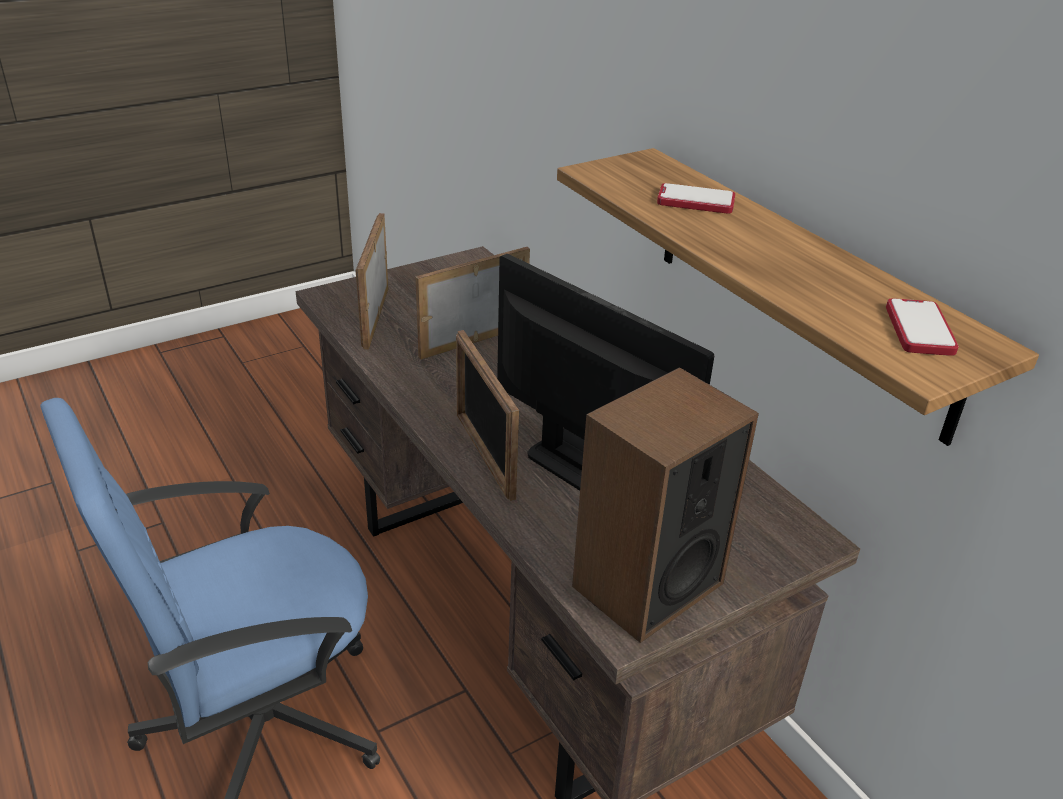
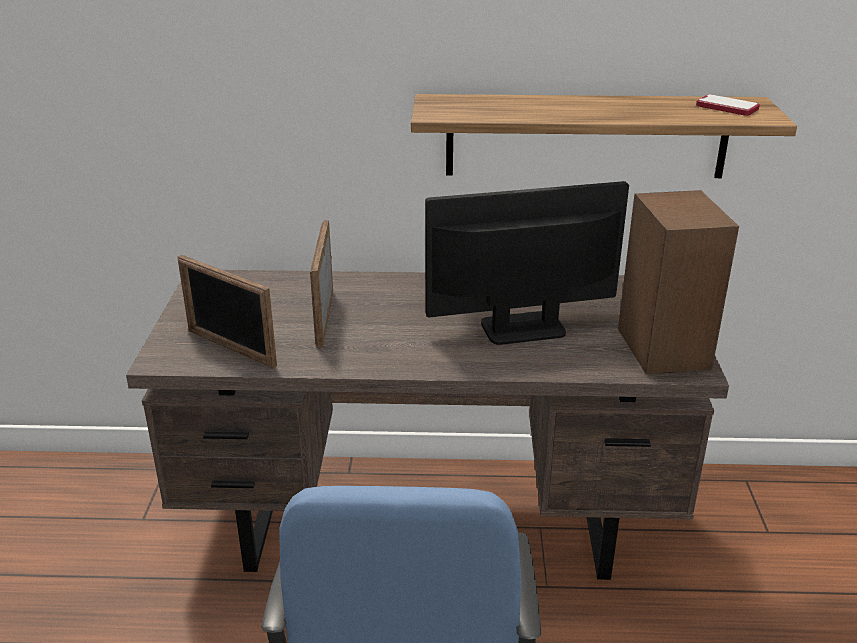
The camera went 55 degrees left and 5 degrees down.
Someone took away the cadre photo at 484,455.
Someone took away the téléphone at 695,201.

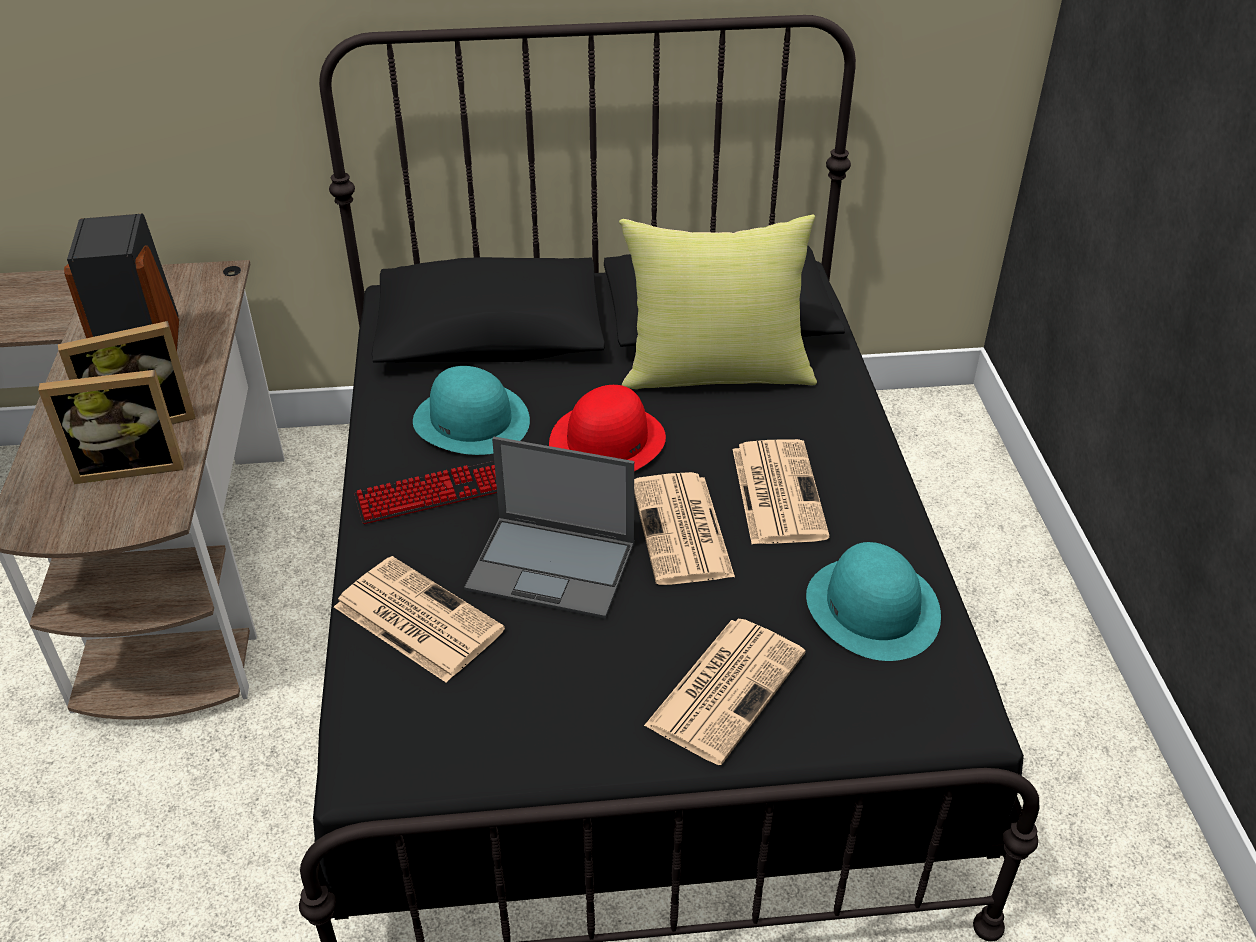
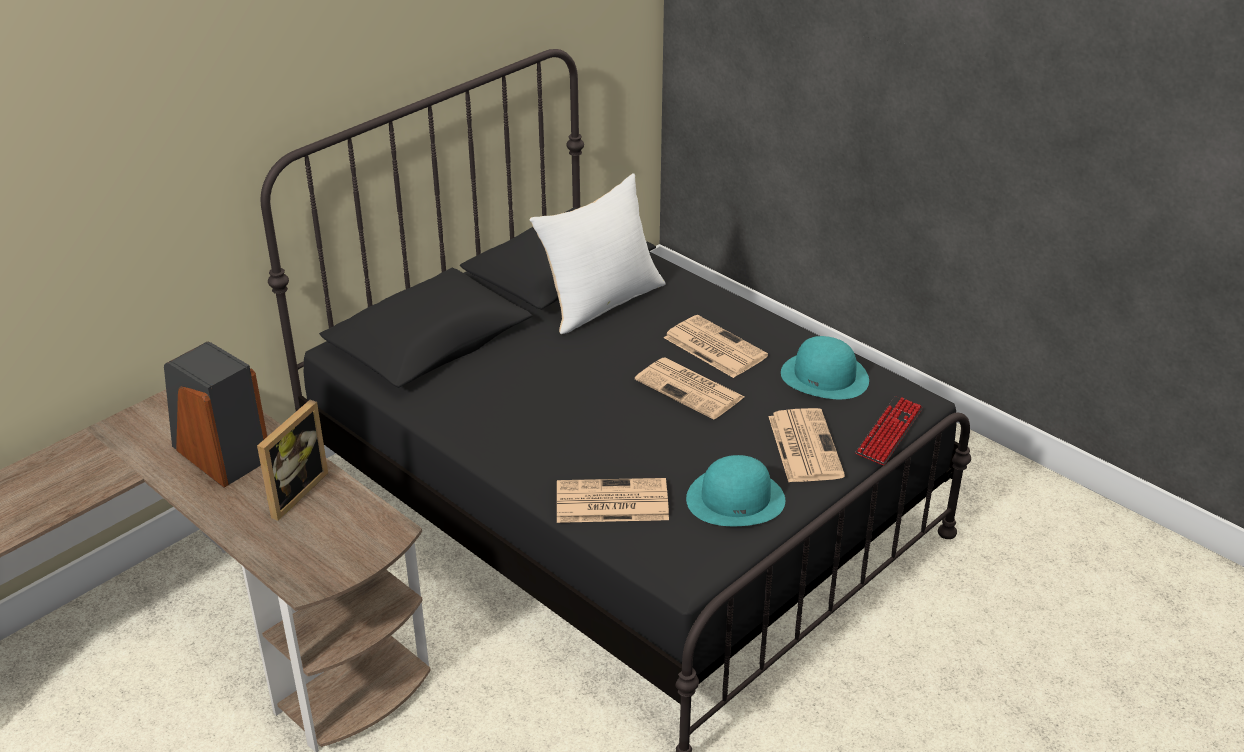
The camera went 40 degrees left and 5 degrees down.
Someone took away the cadre photo at 130,465.
Someone took away the ordinateur portable at 553,566.
Someone took away the chapeau/rouge at 607,441.
Someone carried the clavier from 431,494 to 889,432.
Someone carried the chapeau/turquoise from 472,420 to 736,498.
Someone repainted the coussin/jaune at 716,371, which became the coussin/blanc at 601,302.

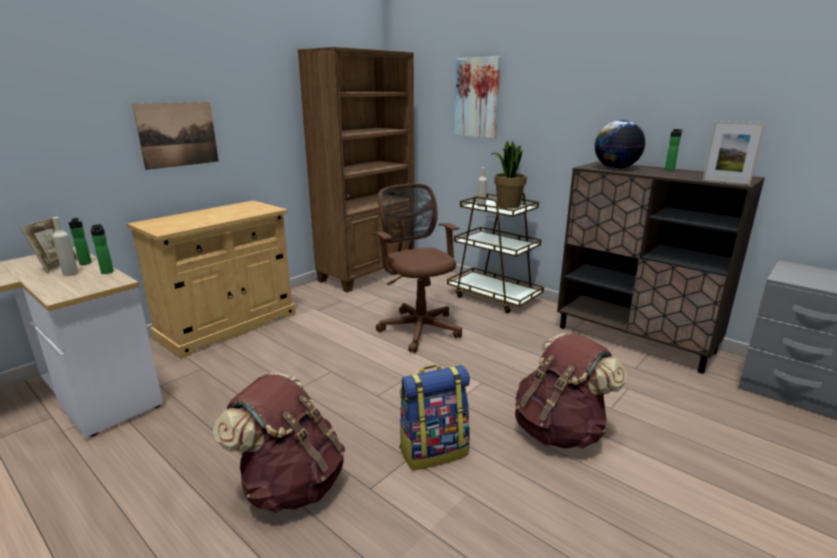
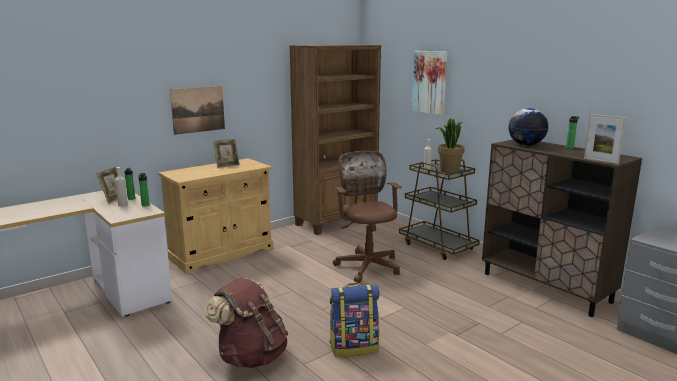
The camera went 10 degrees right and 5 degrees down.
Someone took away the sac à dos/marron at 559,430.
Someone put down the cadre photo at 227,166.

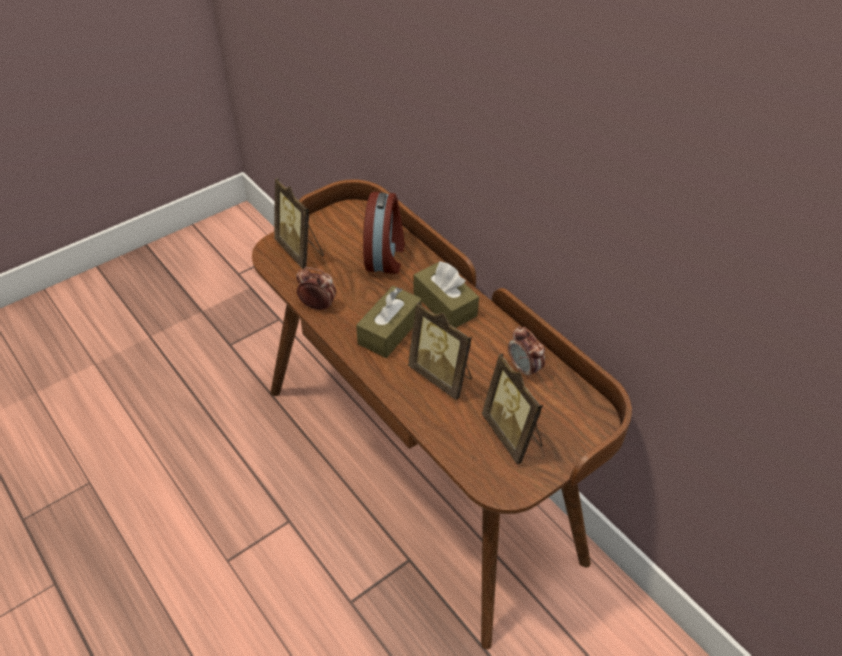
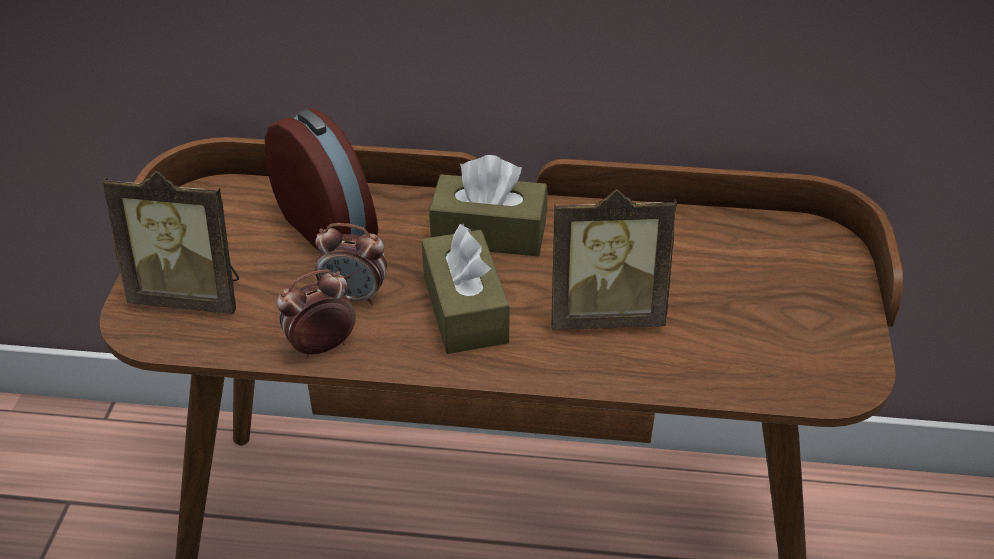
The camera went 45 degrees left and 5 degrees down.
Someone took away the cadre photo at 513,434.
Someone carried the réveil from 524,369 to 355,296.

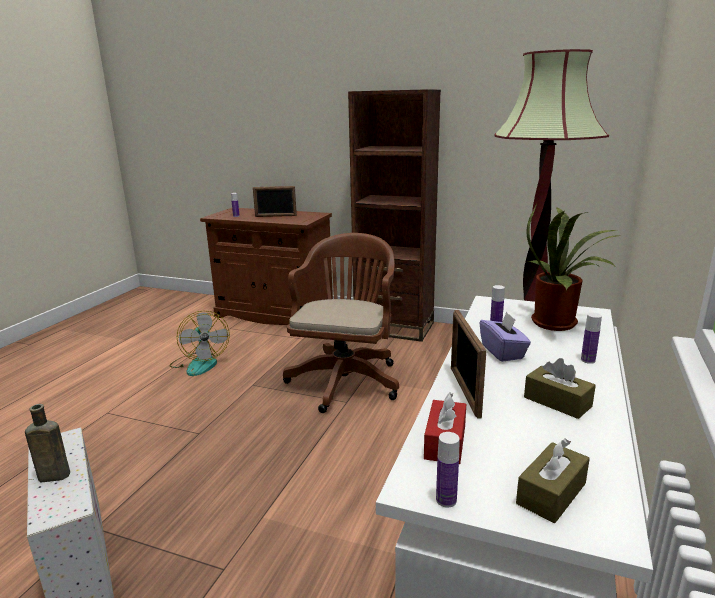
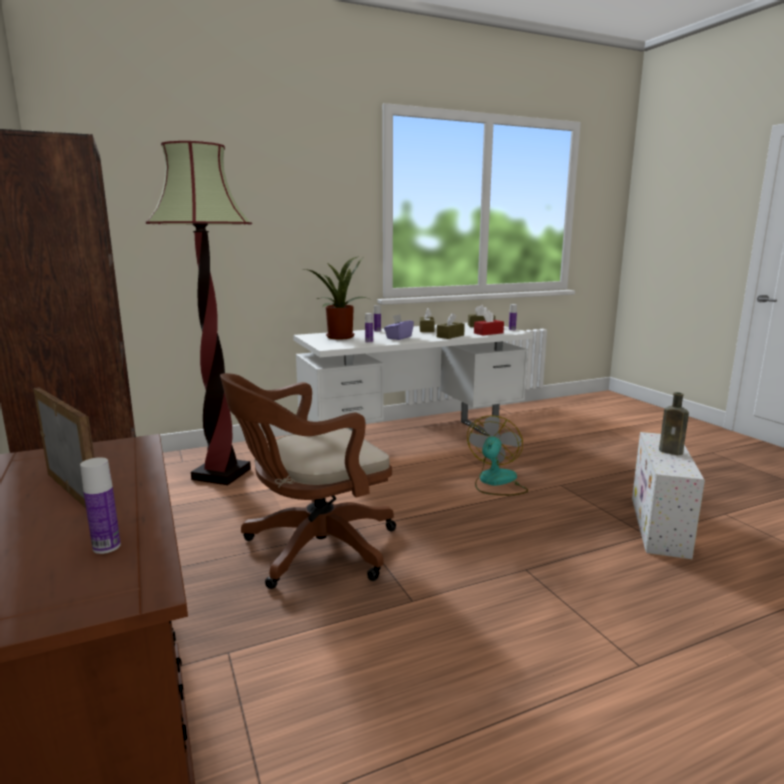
The camera went 135 degrees left and 5 degrees down.
Someone carried the ventilateur from 200,363 to 496,482.
Someone swapped the cadre photo at 464,391 for the boîte à mouchoirs/marron at 450,336.

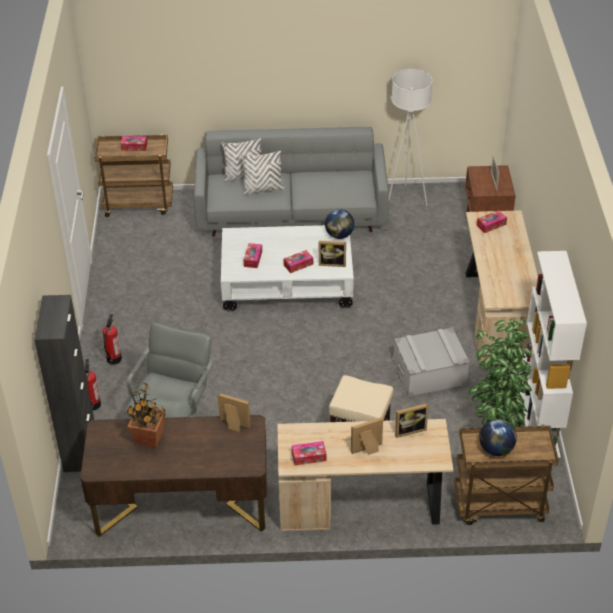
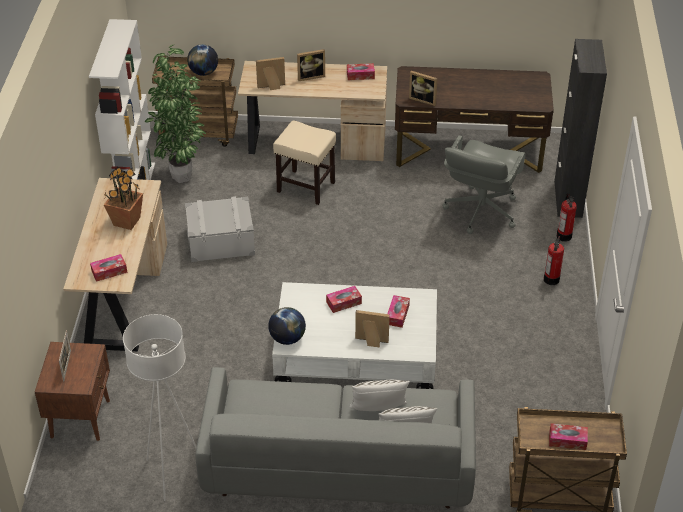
The camera went 175 degrees left and 0 degrees up.
Someone carried the plante en pot from 149,439 to 126,221.
Someone carried the cadre photo from 332,263 to 371,342.

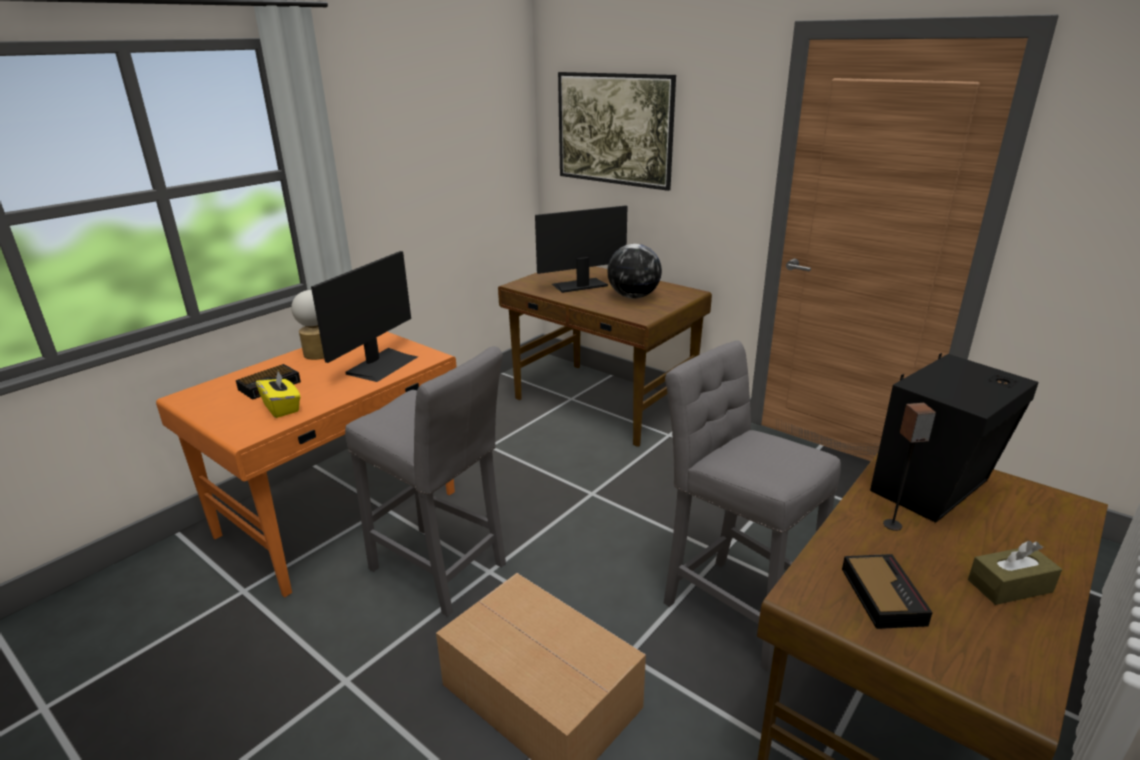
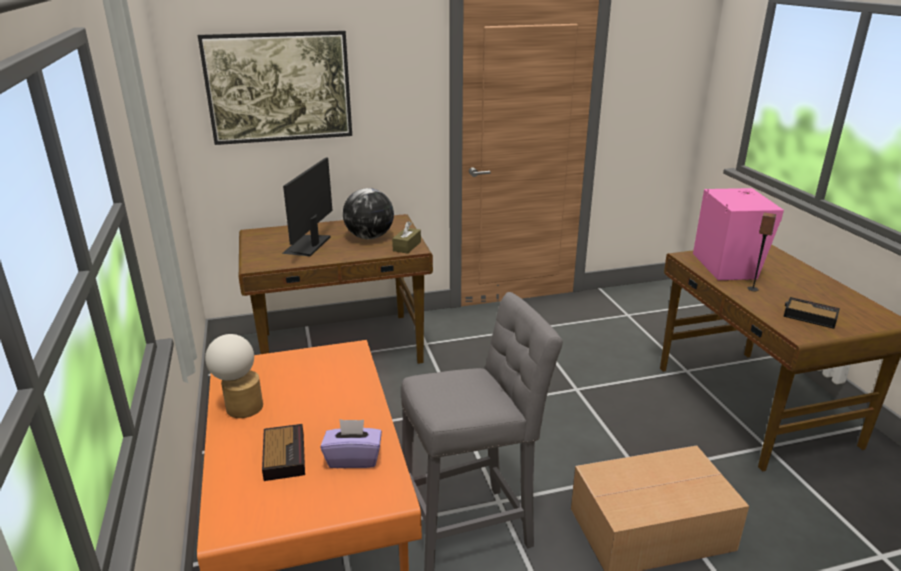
The camera went 55 degrees left and 0 degrees up.
Someone took away the écran d'ordinateur at 381,364.
Someone took away the tabouret/gris at 732,607.
Someone carried the boîte à mouchoirs/marron from 1009,586 to 407,246.
Someone repainted the boîte à mouchoirs/jaune at 282,408, which became the boîte à mouchoirs/violet at 353,458.
Someone repainted the enceinte/noir at 936,488, which became the enceinte/rose at 727,265.

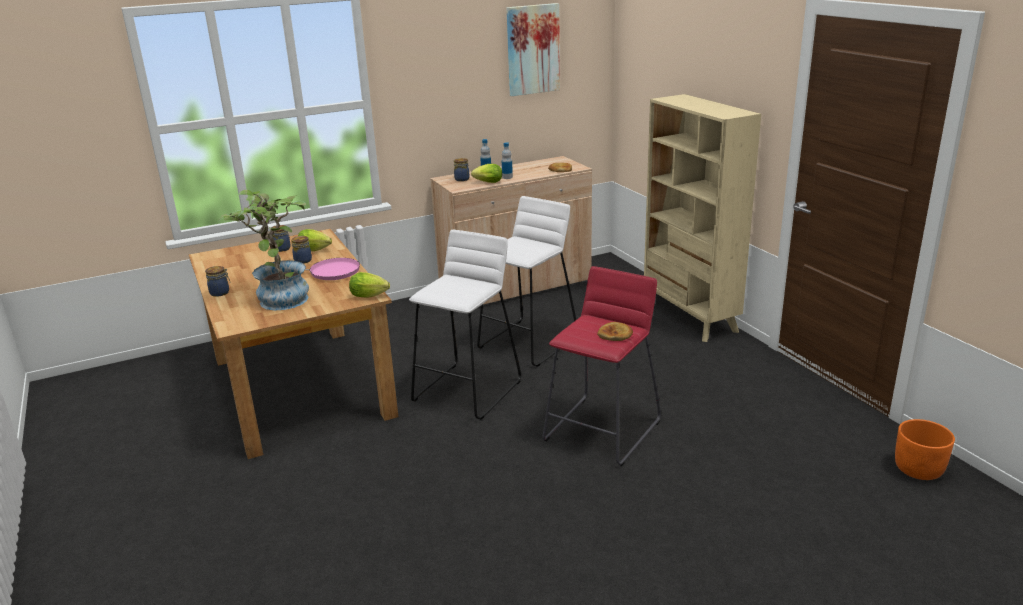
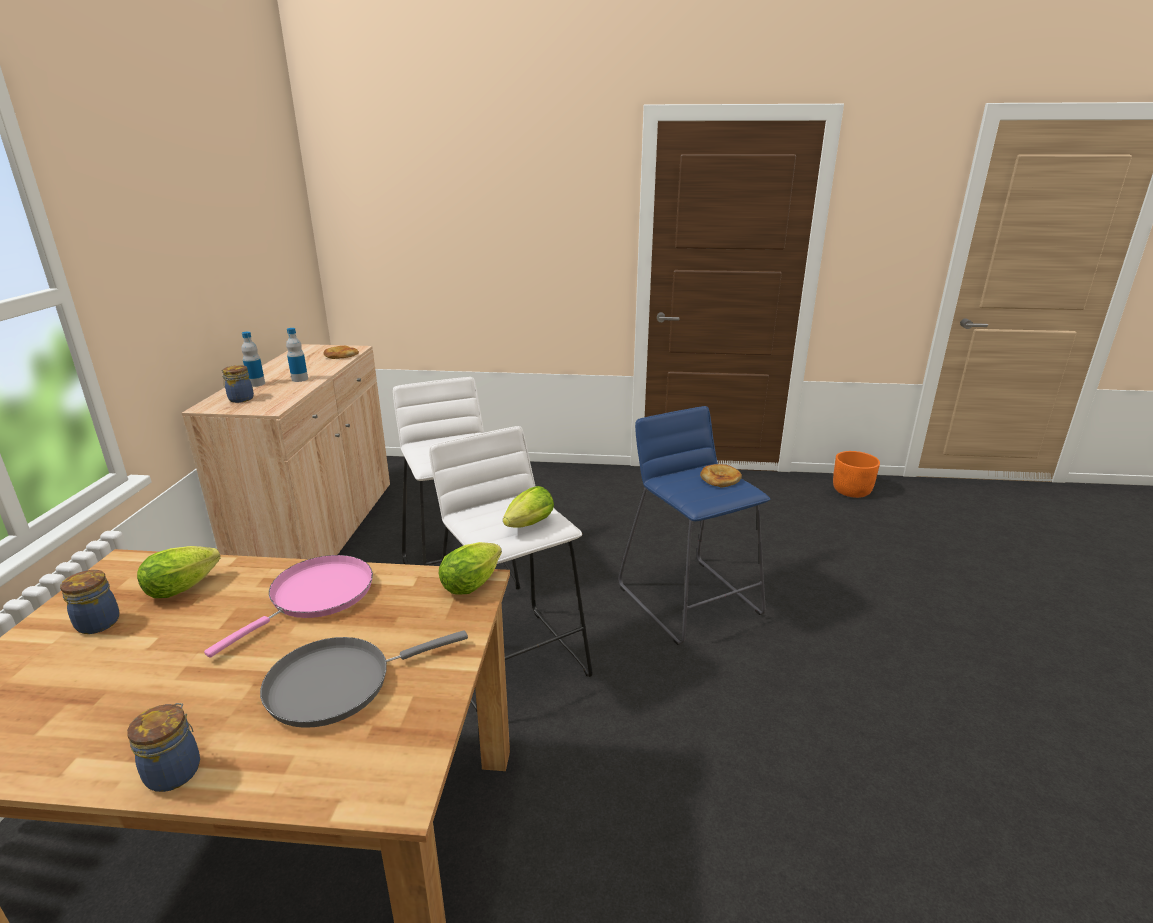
The camera went 60 degrees left and 0 degrees up.
Someone took away the bocal at 302,260.
Someone took away the tableau at 533,49.
Someone took away the bibliothèque/beige at 689,317.
Someone carried the laitue from 487,182 to 527,526.
Someone swapped the plante en pot at 280,297 for the poêle/gris at 338,683.
Someone repainted the tabouret/rouge at 602,430, which became the tabouret/bleu at 689,599.

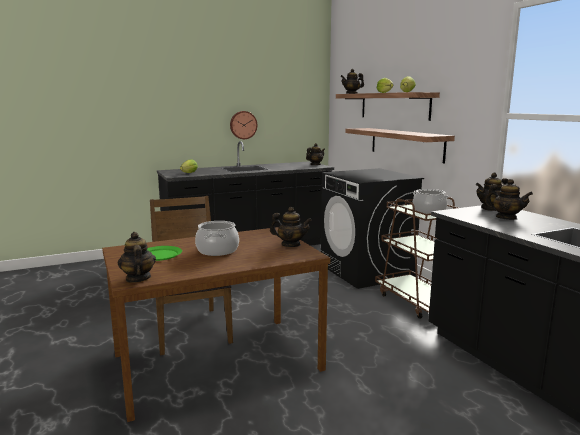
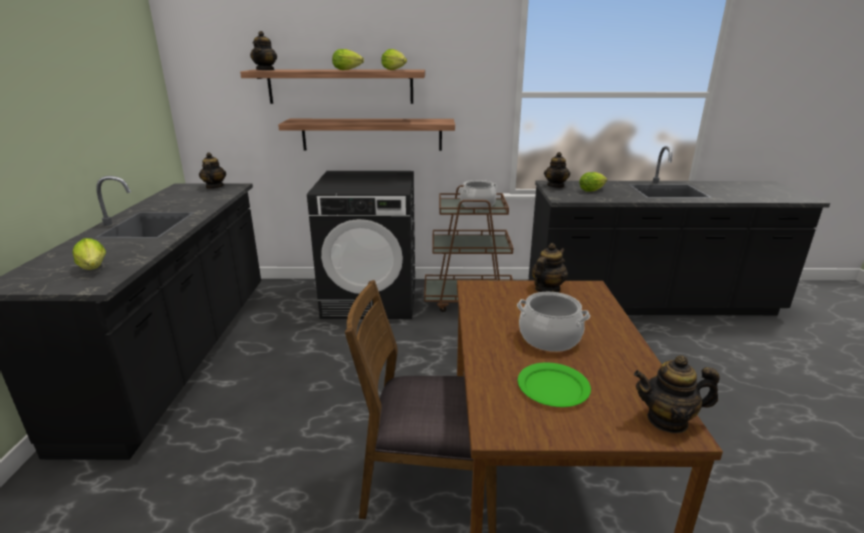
The camera went 65 degrees left and 10 degrees up.
Someone took away the horloge murale at 243,125.
Someone swapped the théière at 506,218 for the laitue at 592,190.

